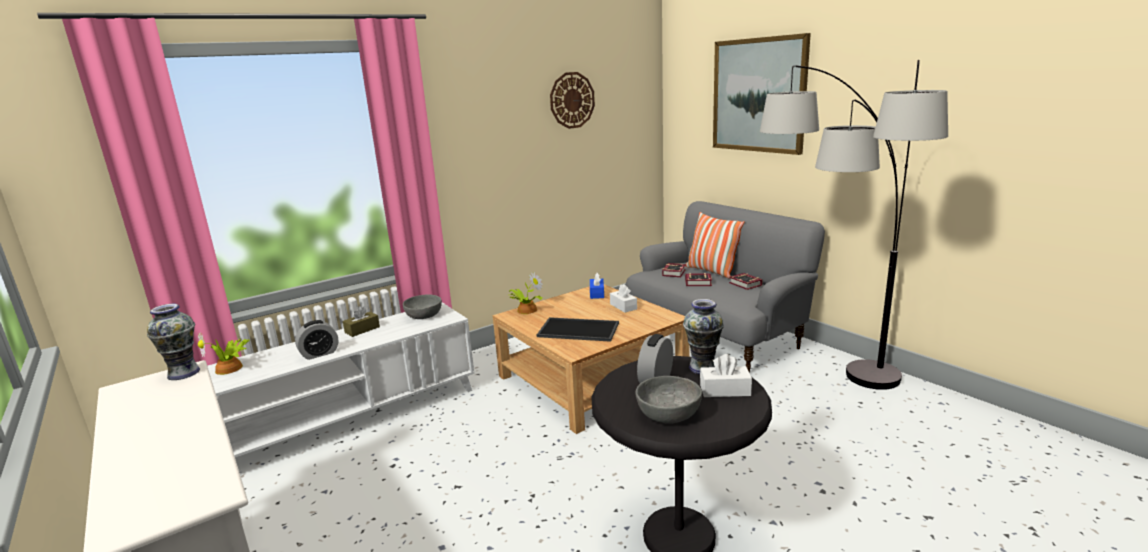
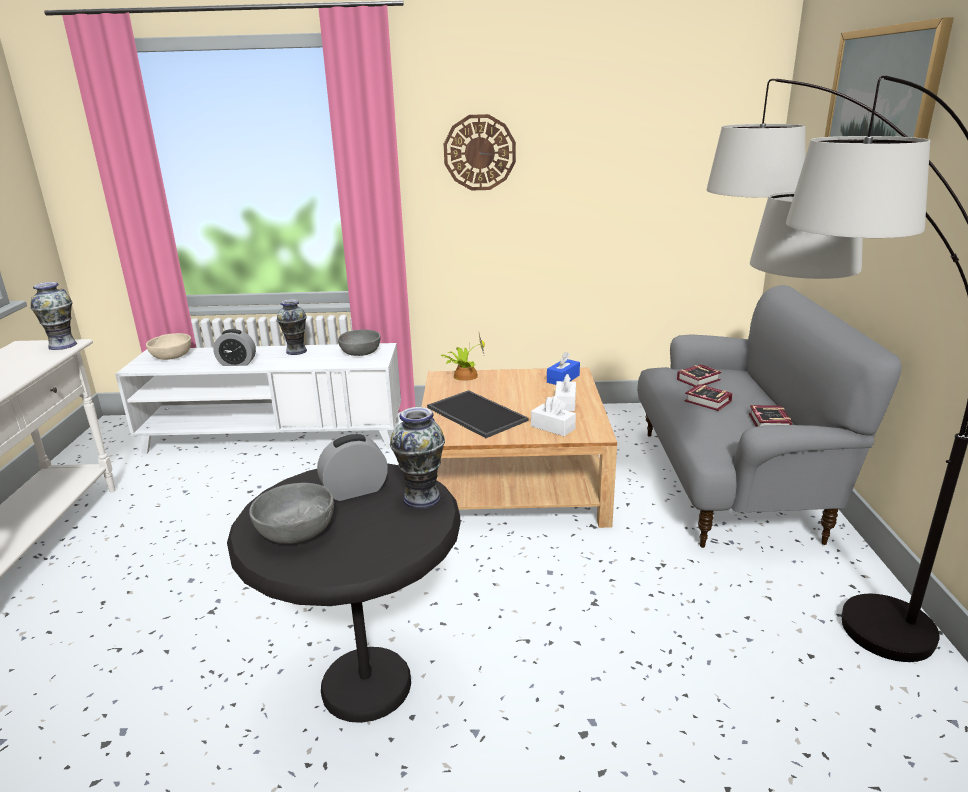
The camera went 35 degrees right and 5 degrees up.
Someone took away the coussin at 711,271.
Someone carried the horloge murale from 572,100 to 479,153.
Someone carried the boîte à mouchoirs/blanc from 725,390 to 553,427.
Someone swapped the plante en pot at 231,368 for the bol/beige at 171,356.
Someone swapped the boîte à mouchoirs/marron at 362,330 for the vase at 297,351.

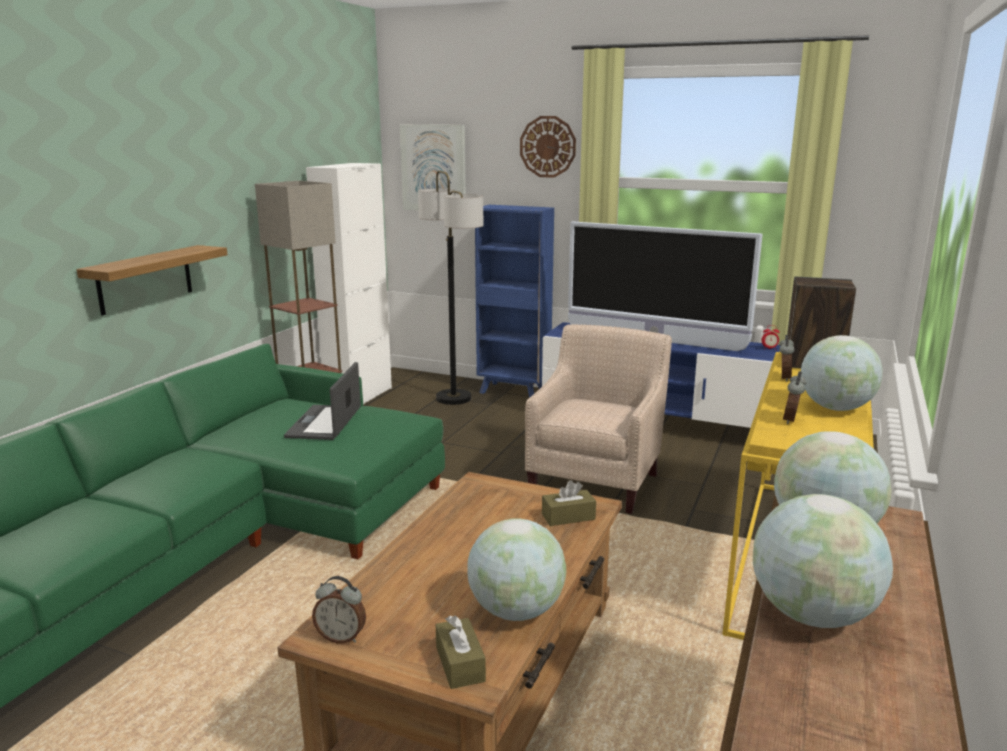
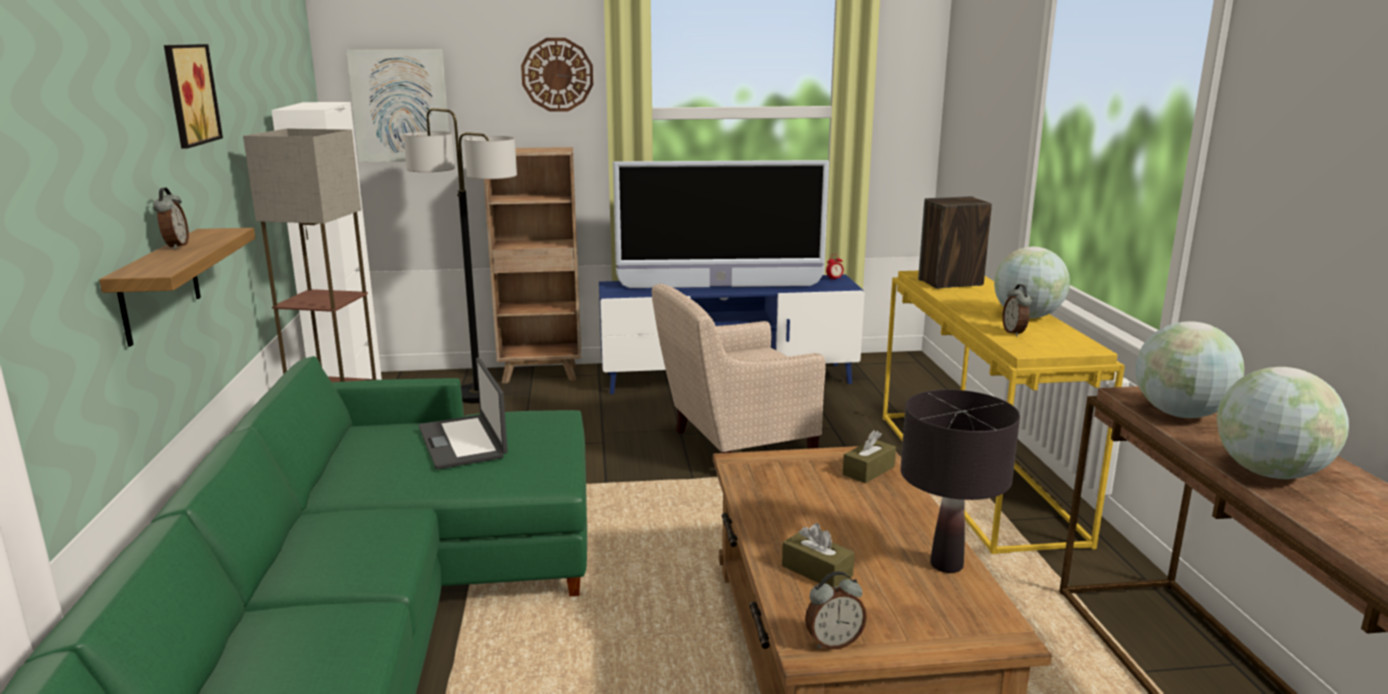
The camera went 30 degrees left and 0 degrees up.
Someone put up the tableau at 187,94.
Someone carried the boîte à mouchoirs/marron from 460,664 to 817,571.
Someone carried the réveil from 783,378 to 175,246.
Someone swapped the globe at 515,611 for the lampe de table/noir at 946,565.
Someone repainted the bibliothèque/bleu at 514,392, which became the bibliothèque/marron at 541,374.
Someone rotated the fauteuil/beige at 597,479 by 105 degrees counterclockwise.

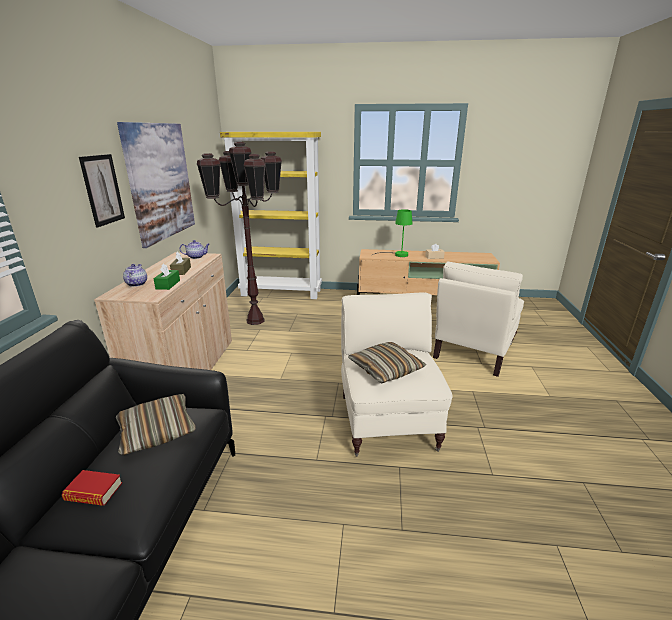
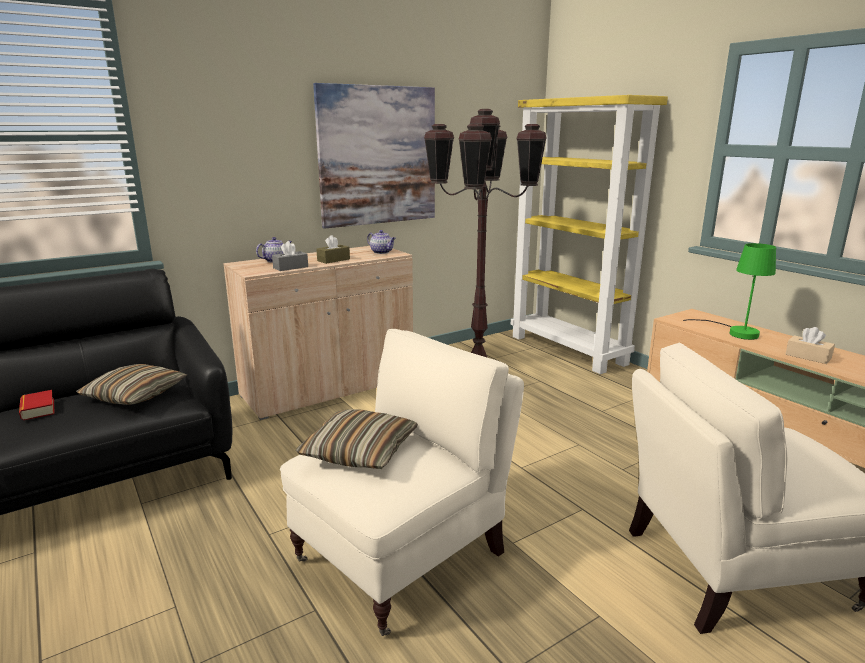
The camera went 50 degrees right and 5 degrees down.
Someone took away the tableau at 102,190.
Someone repainted the boîte à mouchoirs/vert at 168,284, which became the boîte à mouchoirs/gris at 290,267.

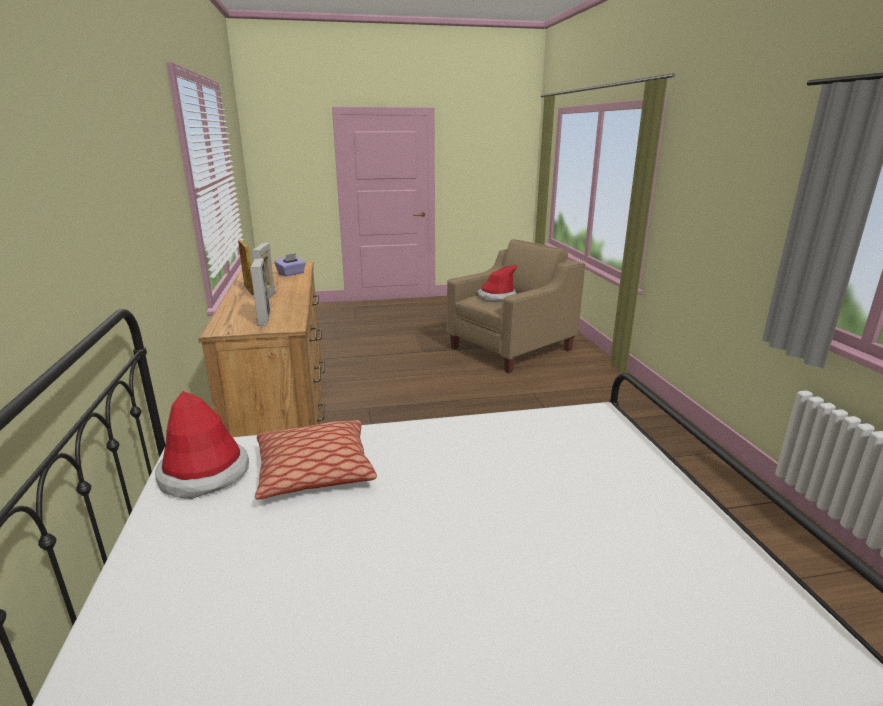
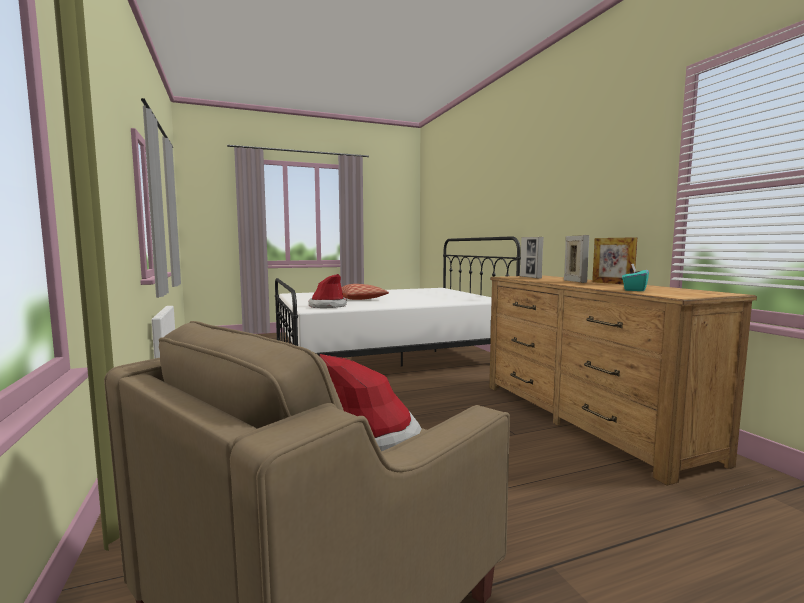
The camera went 170 degrees right and 15 degrees down.
Someone carried the chapeau from 205,474 to 328,306.
Someone carried the coussin from 315,471 to 361,299.
Someone repainted the boîte à mouchoirs/violet at 291,274, which became the boîte à mouchoirs/turquoise at 634,290.

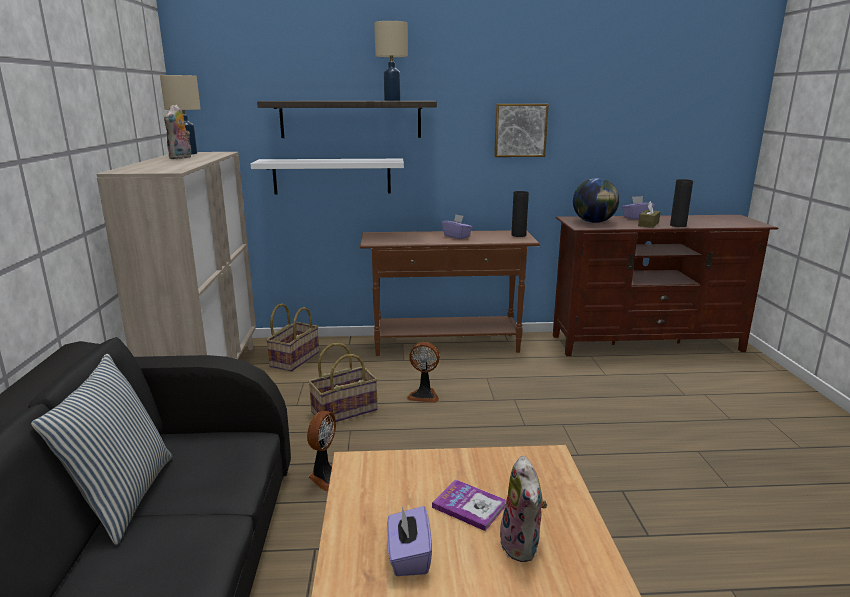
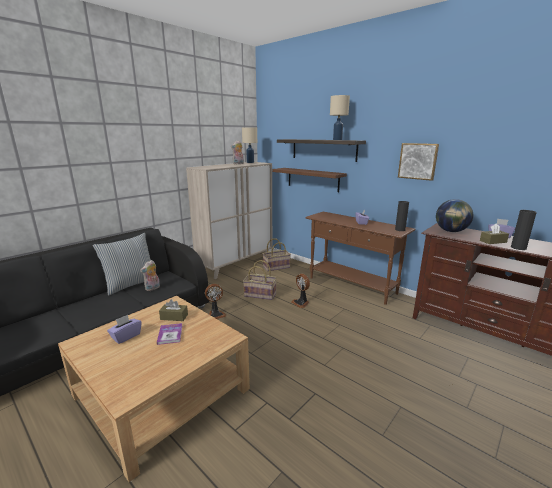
The camera went 45 degrees right and 0 degrees up.
Someone put down the boîte à mouchoirs/marron at 174,317.
Someone carried the peluche from 523,546 to 152,288.
Someone repainted the étagère/blanc at 332,176, which became the étagère/marron at 313,179.

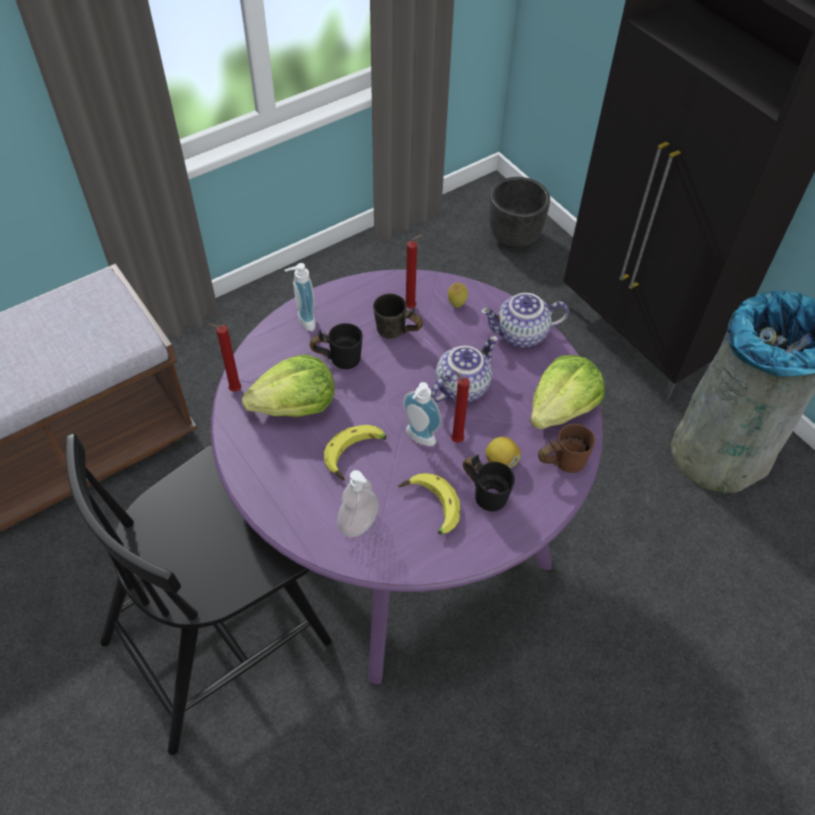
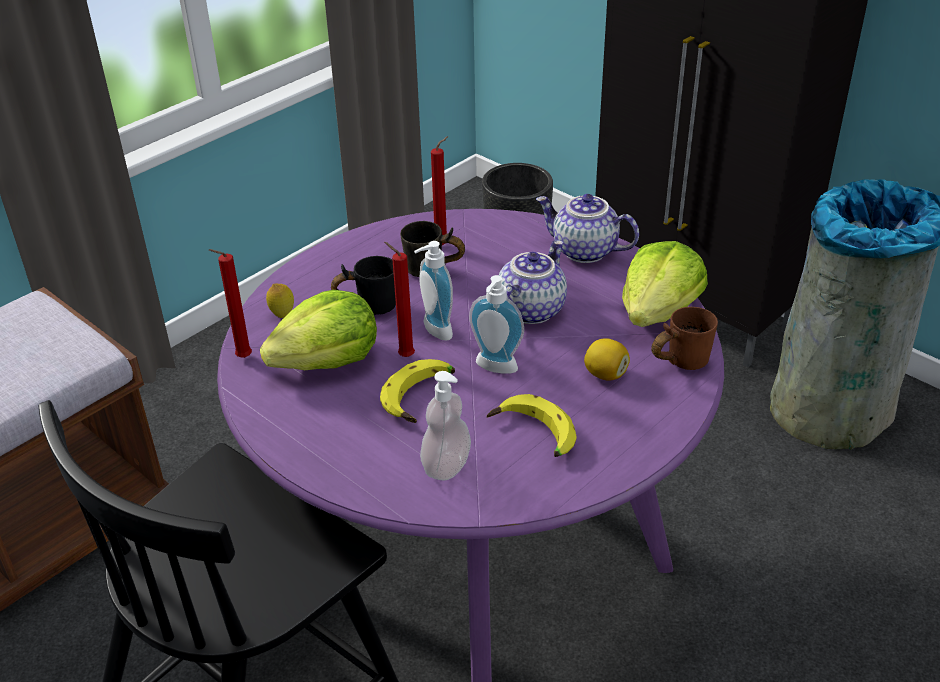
The camera went 10 degrees left and 15 degrees down.
Someone took away the mug/noir at 487,491.
Someone carried the distributeur de savon from 303,321 to 433,331.
Someone carried the citron from 456,304 to 282,315.
Someone carried the bougie/rouge from 455,439 to 404,356.
Someone rotated the théière at 521,335 by 45 degrees clockwise.

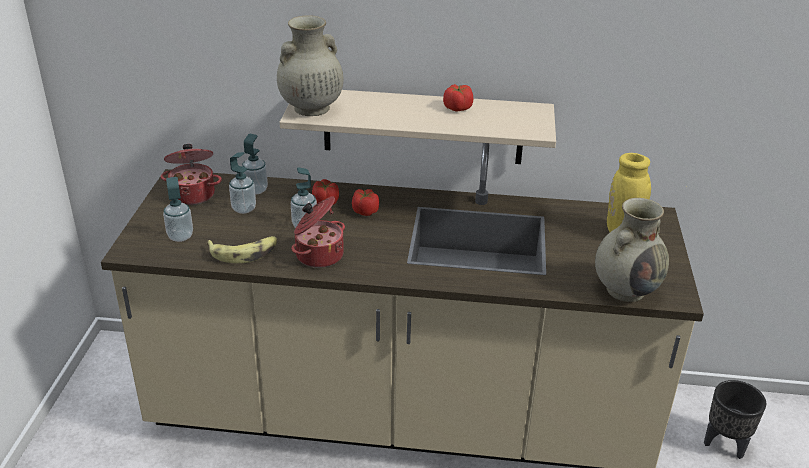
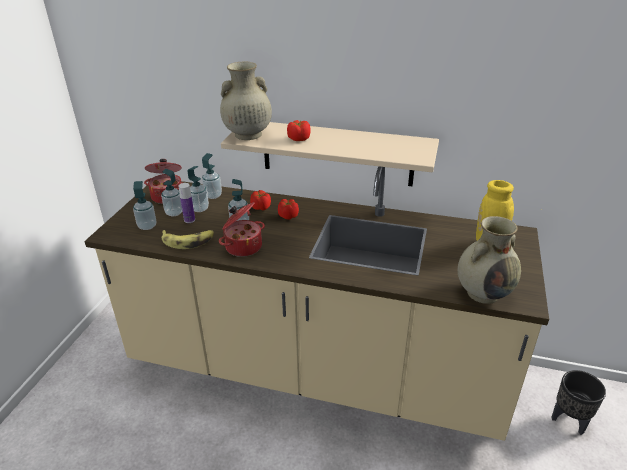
The camera went 10 degrees right and 0 degrees up.
Someone put down the distributeur de savon at 174,213.
Someone put down the bouteille at 189,220.
Someone carried the tomate from 457,108 to 298,139.

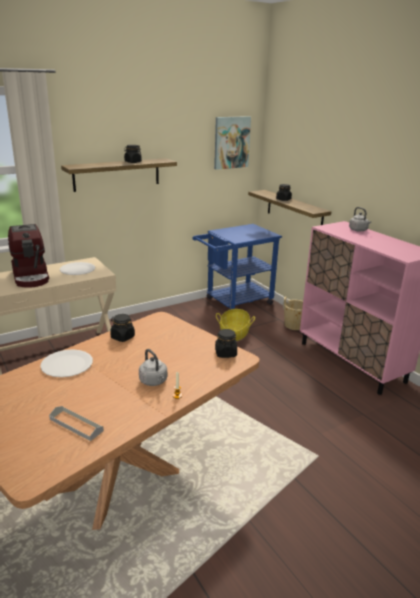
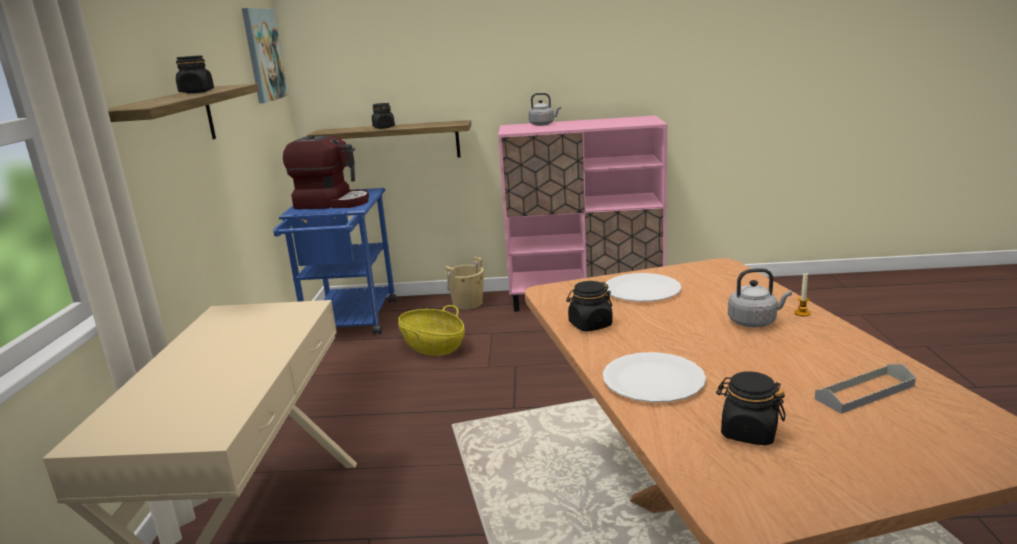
The camera went 55 degrees left and 5 degrees down.
Someone carried the machine à café from 31,276 to 332,203.
Someone carried the assiette/blanc from 77,270 to 641,290.
Someone carried the bocal/noir from 225,353 to 748,432.

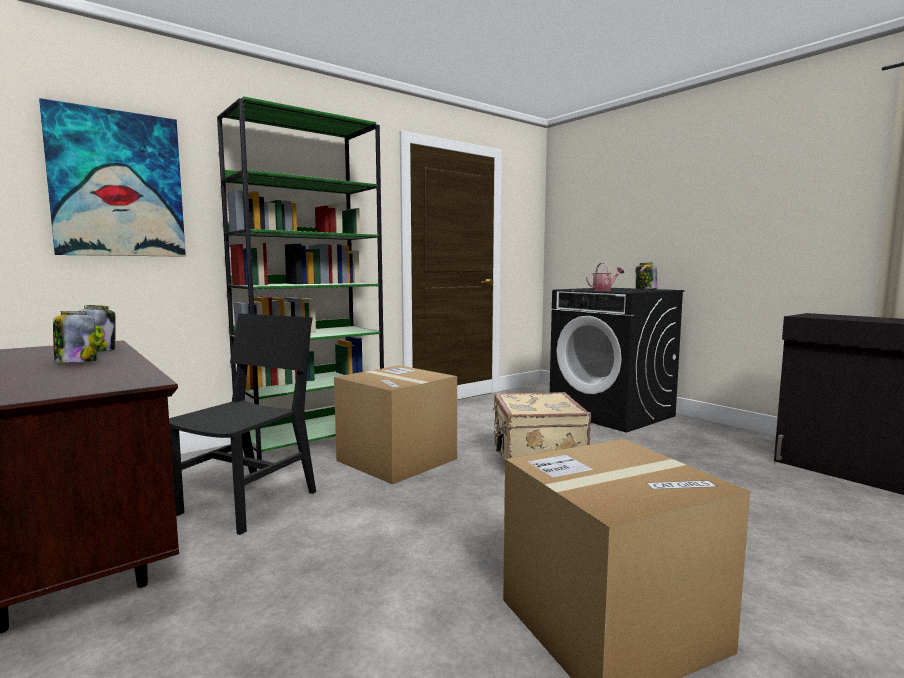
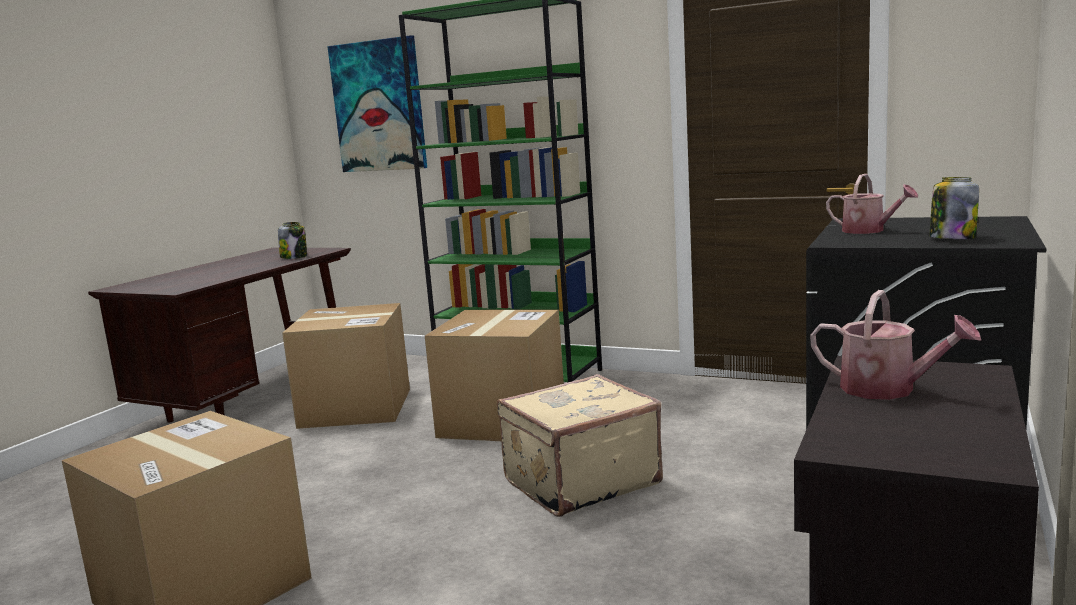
The camera went 65 degrees right and 5 degrees up.
Someone took away the bocal at 76,362.
Someone put down the arrosoir at 888,389.
Someone swapped the chaise/noir at 249,502 for the carton at 356,408.

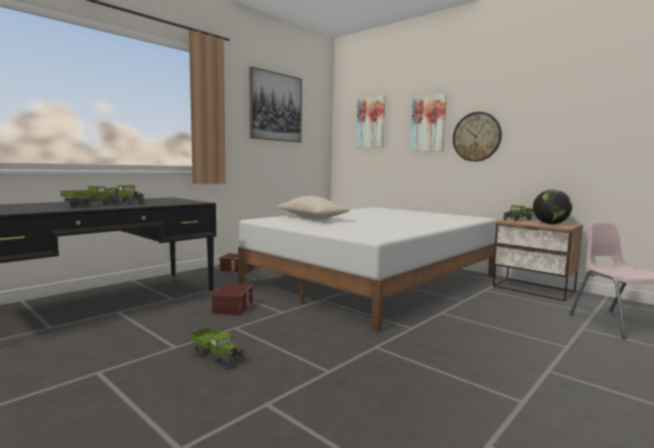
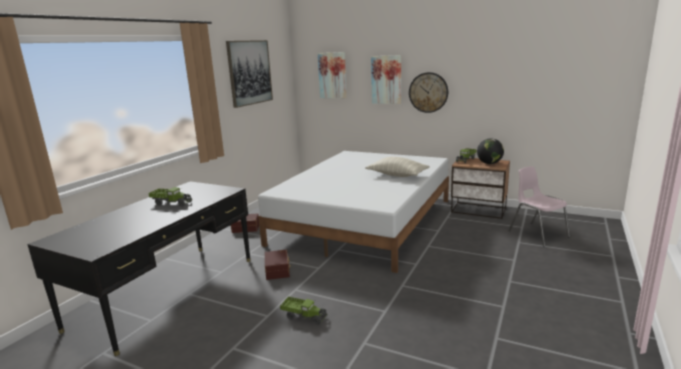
The camera went 15 degrees left and 10 degrees up.
Someone took away the camion jouet at 91,205.
Someone carried the coussin from 312,219 to 397,175.

